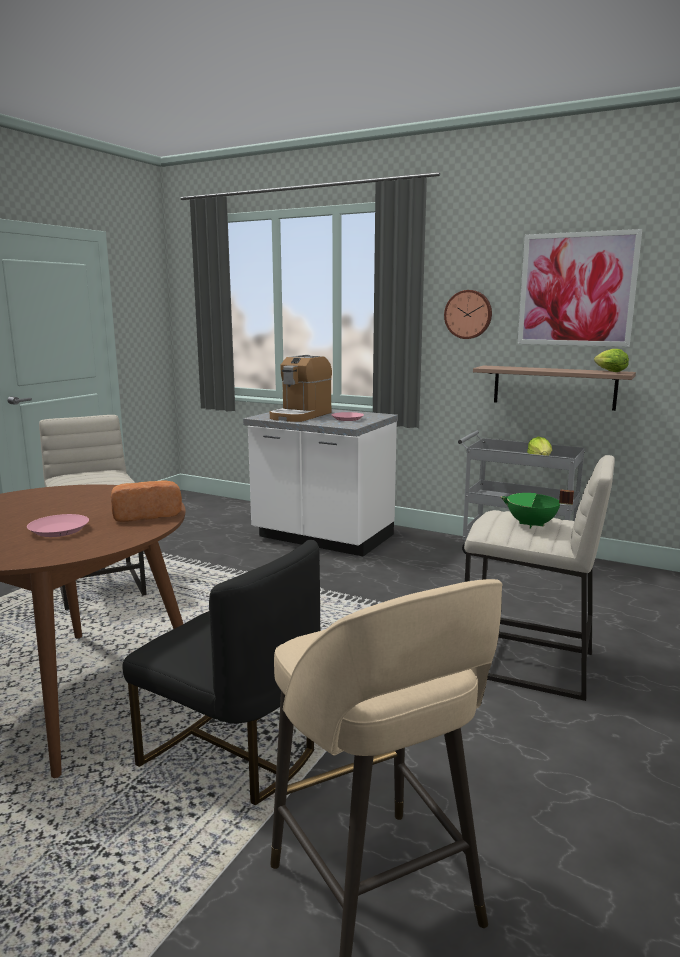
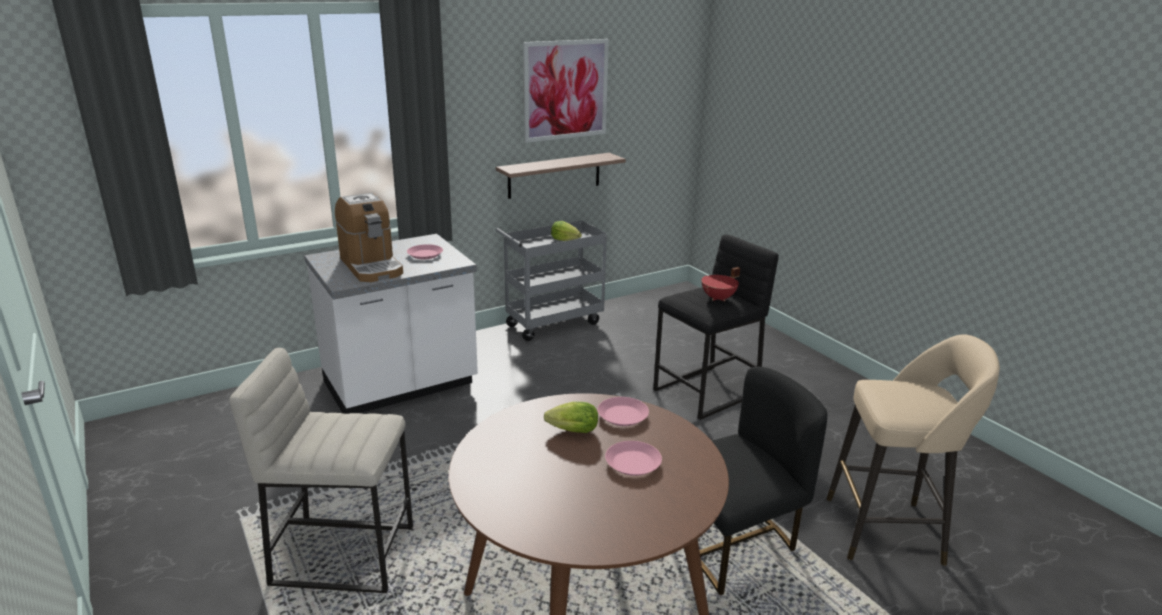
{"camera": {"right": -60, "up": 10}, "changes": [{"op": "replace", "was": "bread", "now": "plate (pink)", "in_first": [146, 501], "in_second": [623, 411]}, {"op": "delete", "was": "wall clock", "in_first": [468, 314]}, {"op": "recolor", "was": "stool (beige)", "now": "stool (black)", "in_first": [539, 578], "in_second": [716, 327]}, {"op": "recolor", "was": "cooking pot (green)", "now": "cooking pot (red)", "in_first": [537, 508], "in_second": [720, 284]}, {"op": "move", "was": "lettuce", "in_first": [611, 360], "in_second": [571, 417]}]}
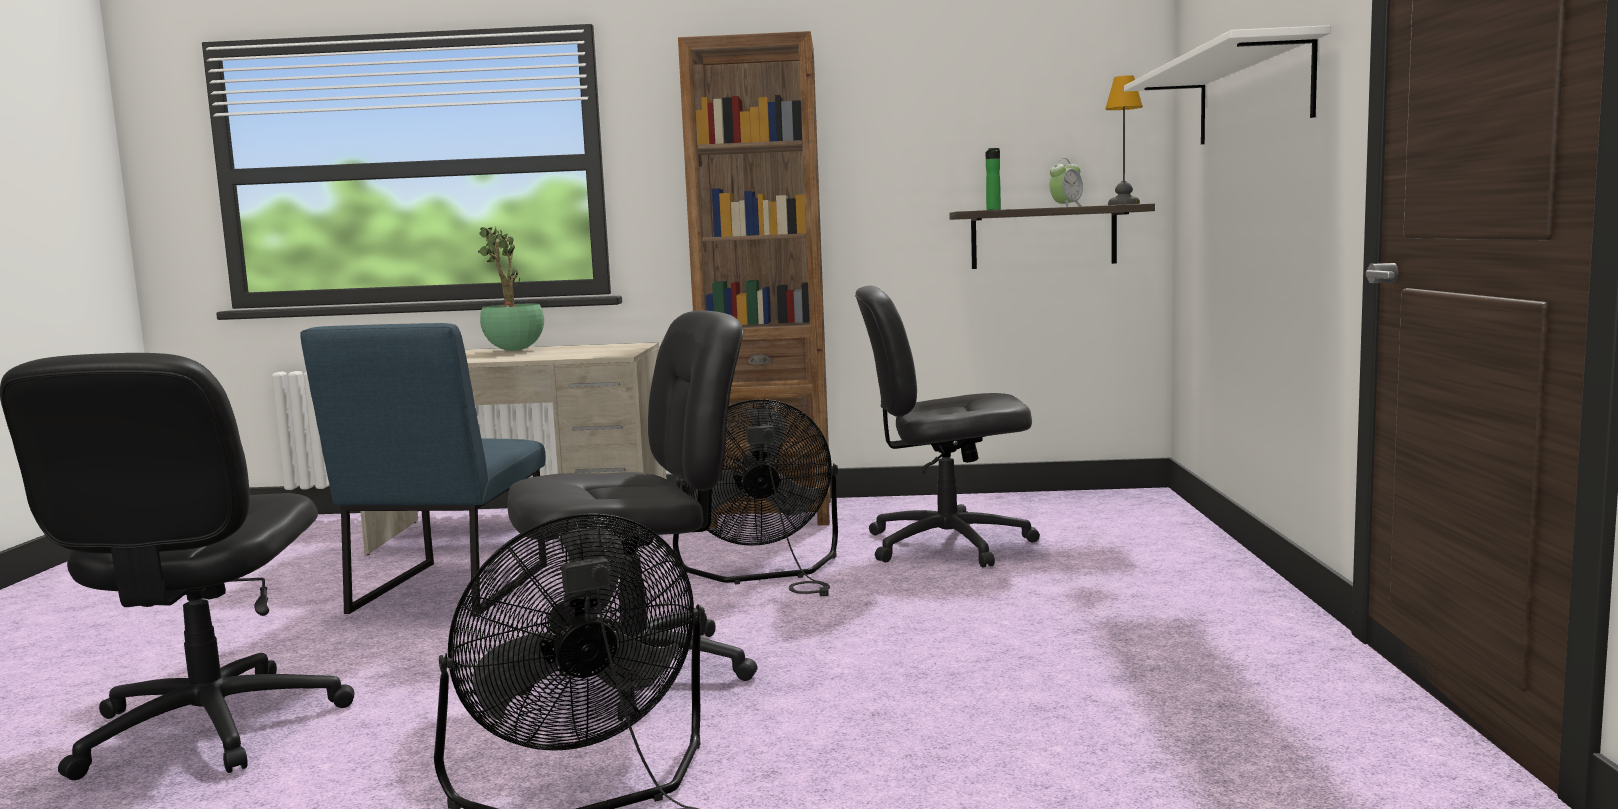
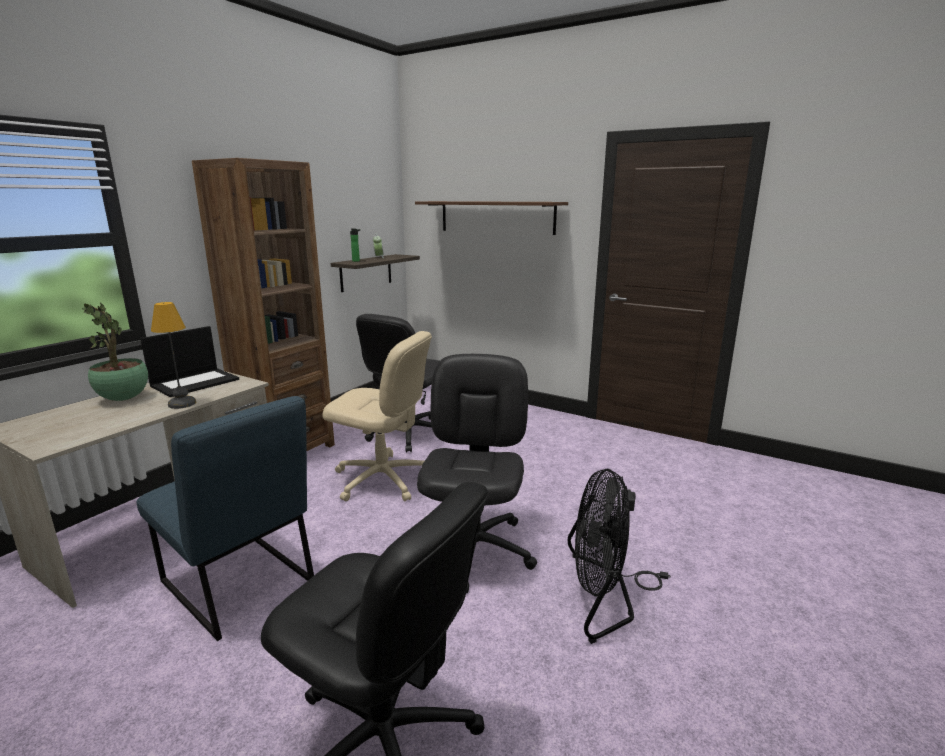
{"camera": {"right": -60, "up": 10}, "changes": [{"op": "replace", "was": "fan (black)", "now": "office chair (beige)", "in_first": [755, 497], "in_second": [377, 416]}, {"op": "move", "was": "table lamp", "in_first": [1124, 140], "in_second": [173, 355]}, {"op": "recolor", "was": "shelf (white)", "now": "shelf (brown)", "in_first": [1227, 85], "in_second": [491, 218]}, {"op": "insert", "now": "laptop", "in_second": [189, 361]}]}
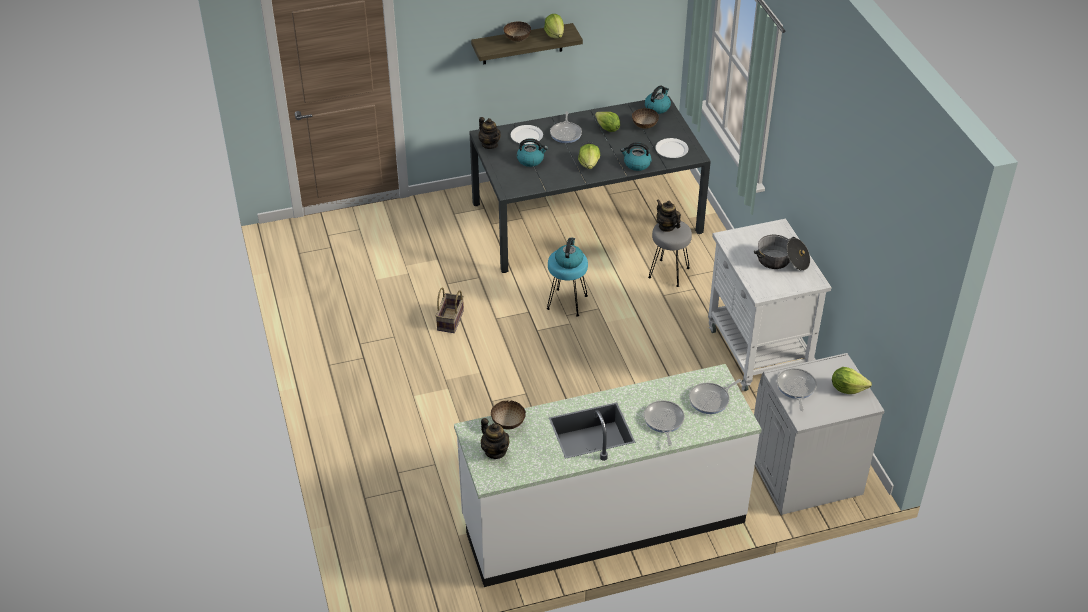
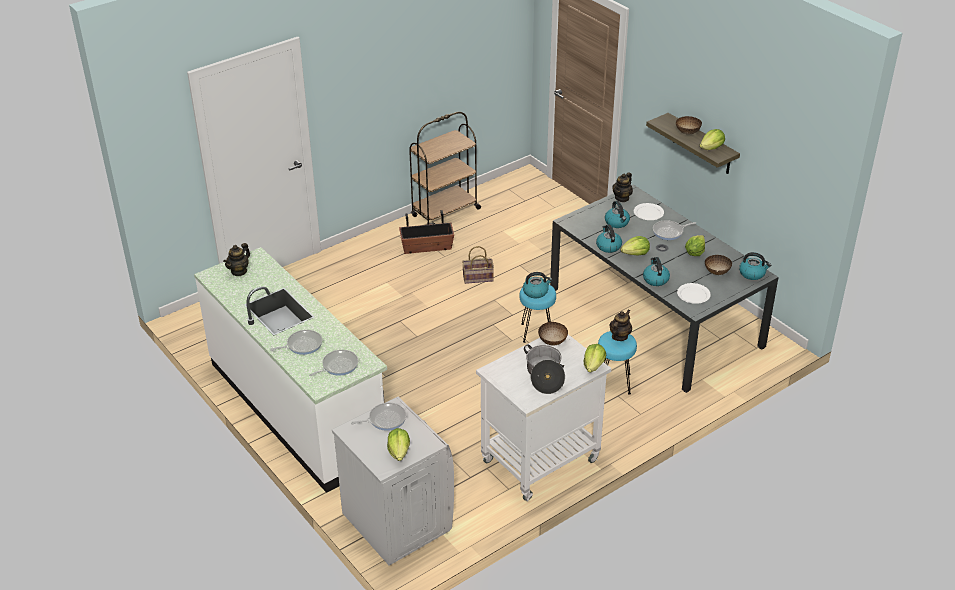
{"camera": {"right": 70, "up": -5}, "changes": [{"op": "move", "was": "bowl", "in_first": [508, 415], "in_second": [553, 333]}, {"op": "recolor", "was": "stool (grey)", "now": "stool (turquoise)", "in_first": [670, 254], "in_second": [617, 362]}, {"op": "rotate", "was": "frying pan", "in_first": [715, 396], "in_second": [333, 363], "clockwise": 105}, {"op": "insert", "now": "planter", "in_second": [426, 232]}, {"op": "insert", "now": "cart (brown)", "in_second": [445, 168]}, {"op": "insert", "now": "lettuce", "in_second": [595, 358]}, {"op": "insert", "now": "kettle", "in_second": [609, 239]}]}
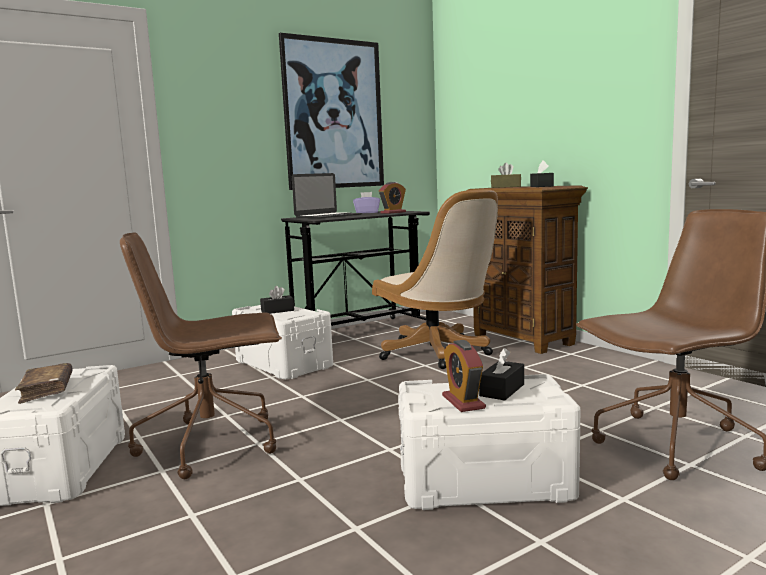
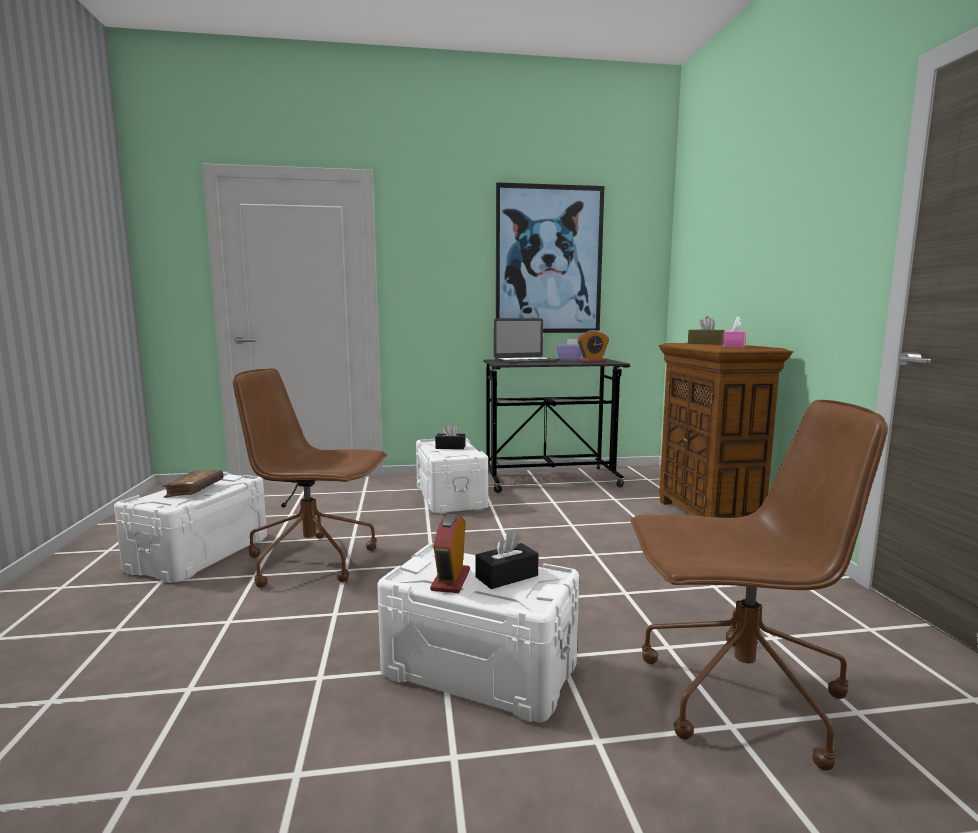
{"camera": {"right": 25, "up": 0}, "changes": [{"op": "delete", "was": "office chair", "in_first": [435, 279]}, {"op": "recolor", "was": "tissue box (black)", "now": "tissue box (pink)", "in_first": [542, 173], "in_second": [734, 332]}]}
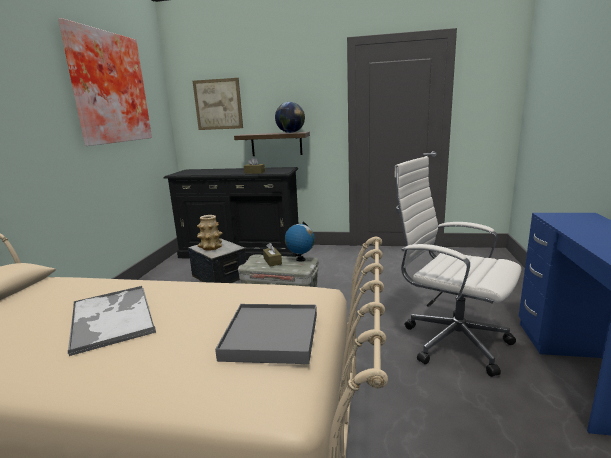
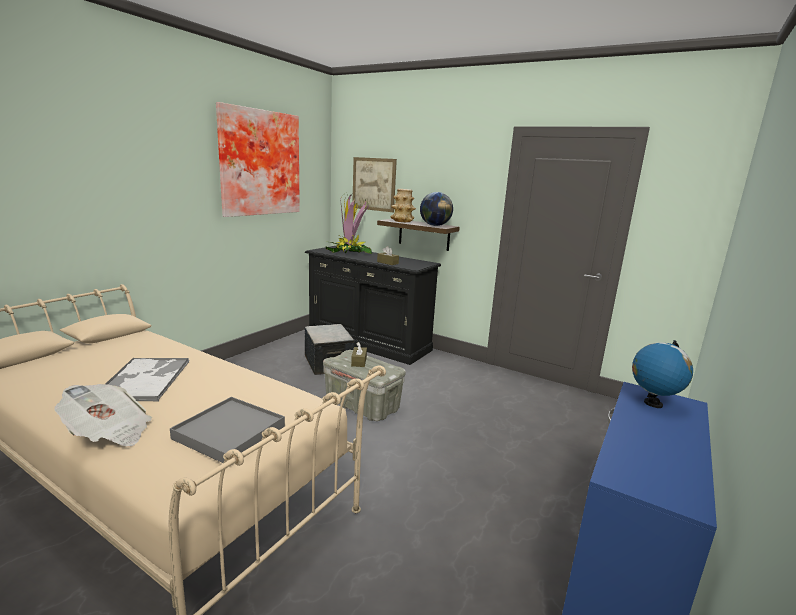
{"camera": {"right": 20, "up": 0}, "changes": [{"op": "move", "was": "vase", "in_first": [210, 233], "in_second": [403, 205]}, {"op": "move", "was": "globe", "in_first": [300, 242], "in_second": [662, 374]}, {"op": "delete", "was": "office chair (white)", "in_first": [458, 266]}, {"op": "insert", "now": "newspaper", "in_second": [103, 415]}, {"op": "insert", "now": "potted plant", "in_second": [348, 224]}]}
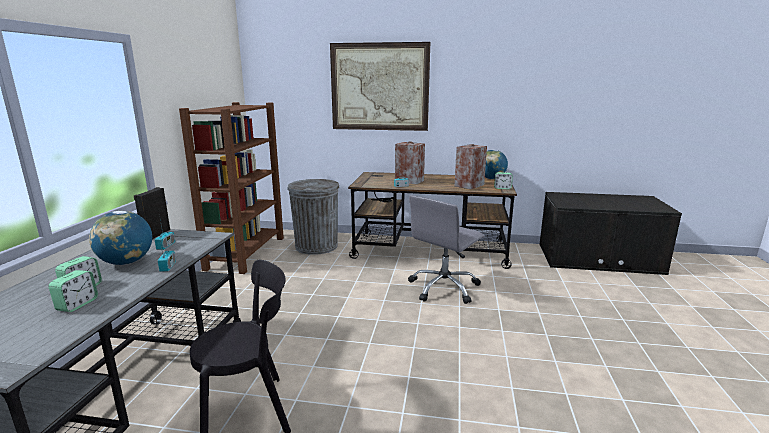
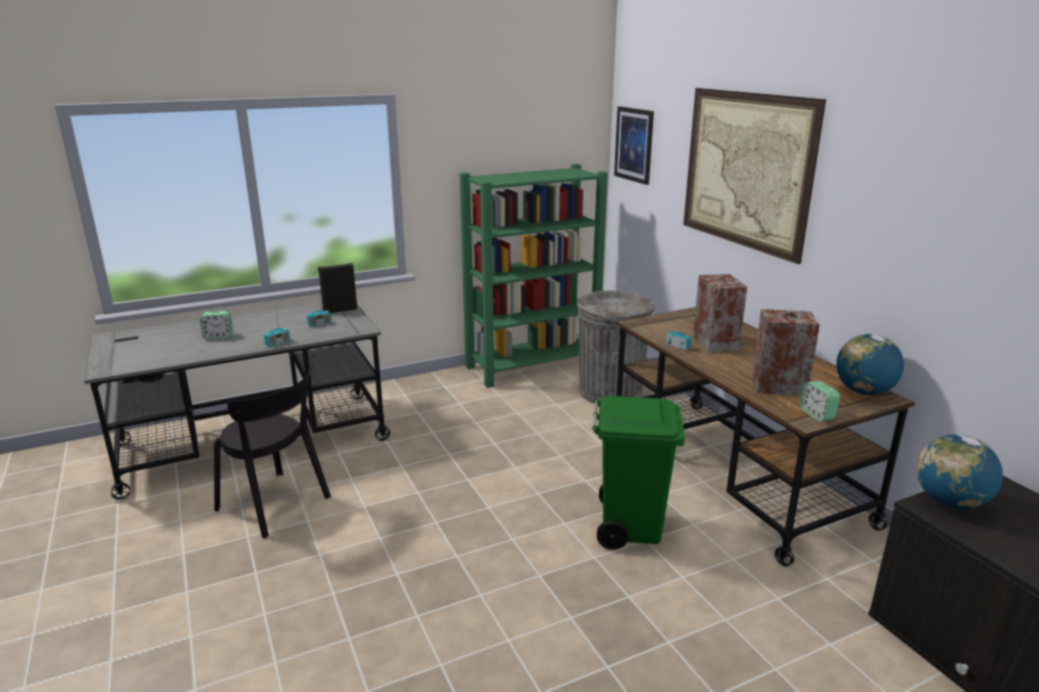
{"camera": {"right": 55, "up": 5}, "changes": [{"op": "delete", "was": "alarm clock", "in_first": [73, 291]}, {"op": "move", "was": "globe", "in_first": [120, 238], "in_second": [960, 471]}, {"op": "recolor", "was": "bookcase (brown)", "now": "bookcase (green)", "in_first": [231, 188], "in_second": [533, 276]}, {"op": "replace", "was": "office chair (grey)", "now": "trash can (green)", "in_first": [446, 249], "in_second": [638, 473]}, {"op": "insert", "now": "picture", "in_second": [634, 145]}]}
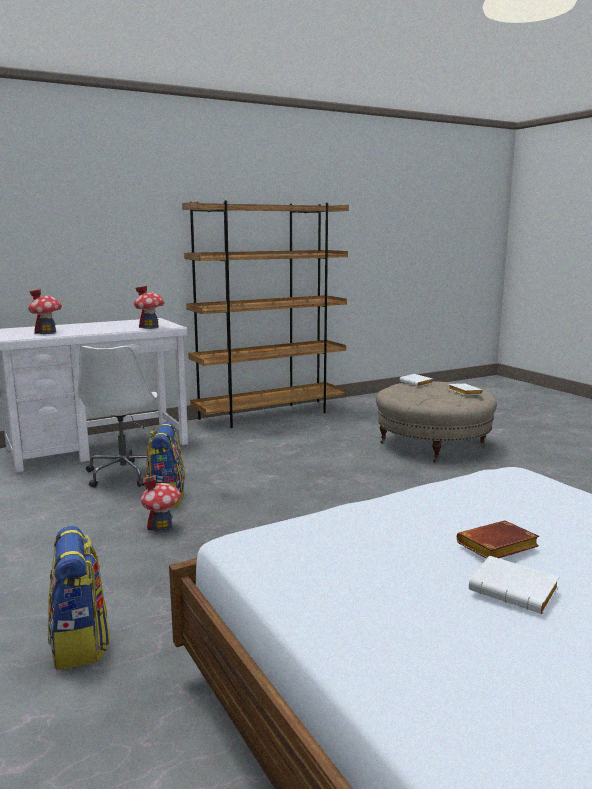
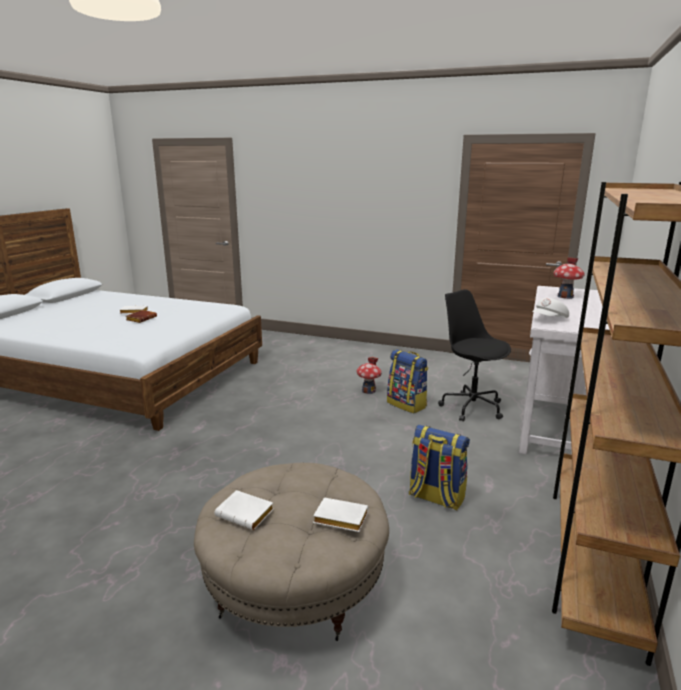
{"camera": {"right": 140, "up": 5}, "changes": [{"op": "move", "was": "backpack", "in_first": [79, 598], "in_second": [439, 468]}, {"op": "recolor", "was": "office chair (white)", "now": "office chair (black)", "in_first": [117, 417], "in_second": [474, 355]}, {"op": "replace", "was": "toy house", "now": "cap (white)", "in_first": [149, 307], "in_second": [550, 308]}]}
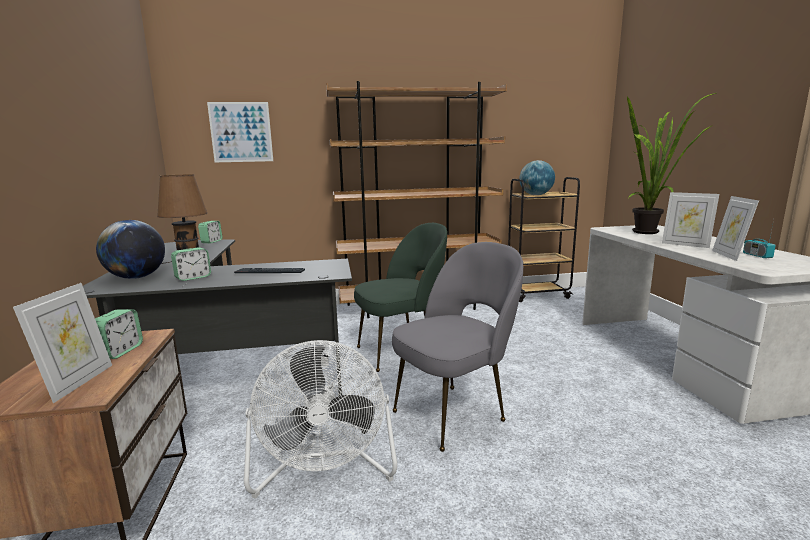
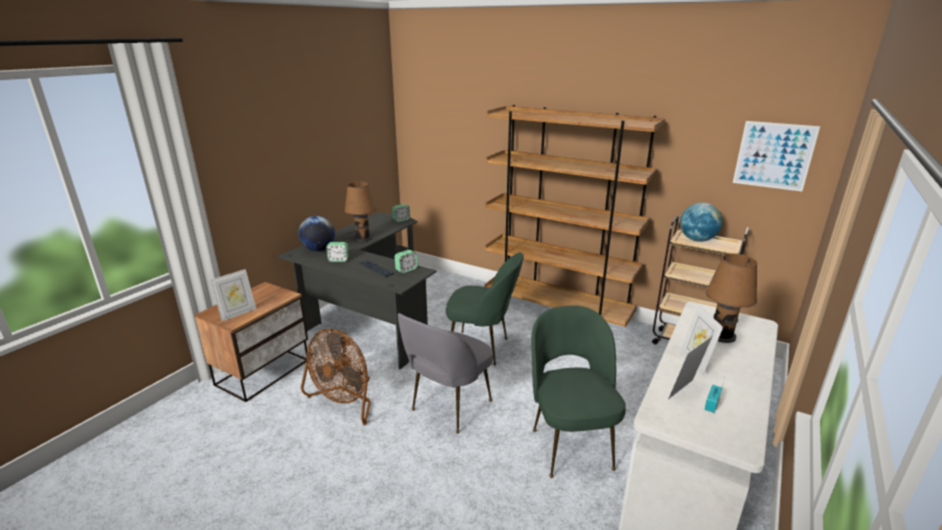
{"camera": {"right": 40, "up": 10}, "changes": [{"op": "move", "was": "alarm clock", "in_first": [119, 334], "in_second": [406, 261]}, {"op": "move", "was": "picture", "in_first": [240, 132], "in_second": [776, 156]}, {"op": "recolor", "was": "fan (white)", "now": "fan (brown)", "in_first": [320, 419], "in_second": [336, 377]}, {"op": "rotate", "was": "chair (grey)", "in_first": [457, 347], "in_second": [445, 373], "clockwise": 120}, {"op": "replace", "was": "potted plant", "now": "table lamp (brown)", "in_first": [671, 163], "in_second": [732, 298]}, {"op": "insert", "now": "chair (green)", "in_second": [578, 392]}]}
